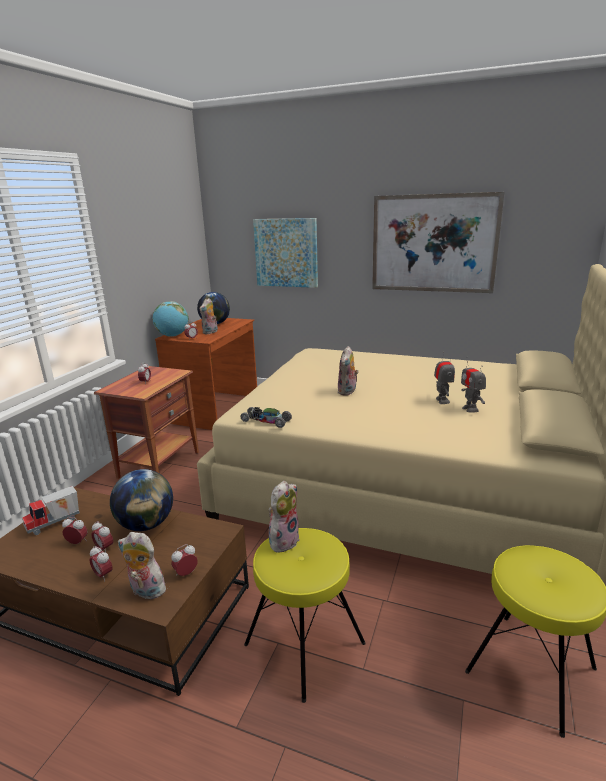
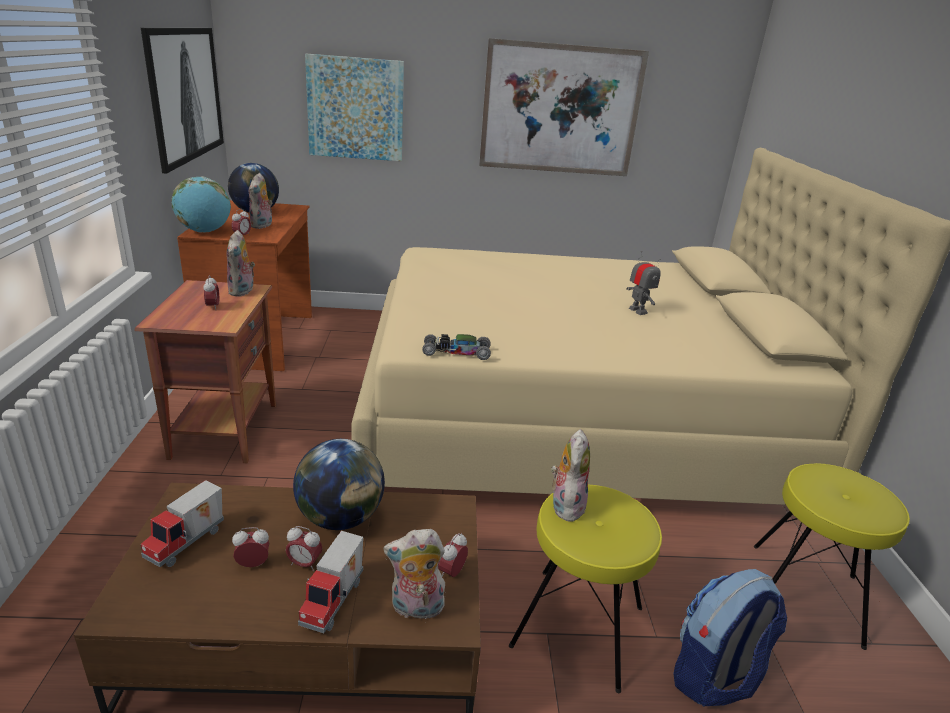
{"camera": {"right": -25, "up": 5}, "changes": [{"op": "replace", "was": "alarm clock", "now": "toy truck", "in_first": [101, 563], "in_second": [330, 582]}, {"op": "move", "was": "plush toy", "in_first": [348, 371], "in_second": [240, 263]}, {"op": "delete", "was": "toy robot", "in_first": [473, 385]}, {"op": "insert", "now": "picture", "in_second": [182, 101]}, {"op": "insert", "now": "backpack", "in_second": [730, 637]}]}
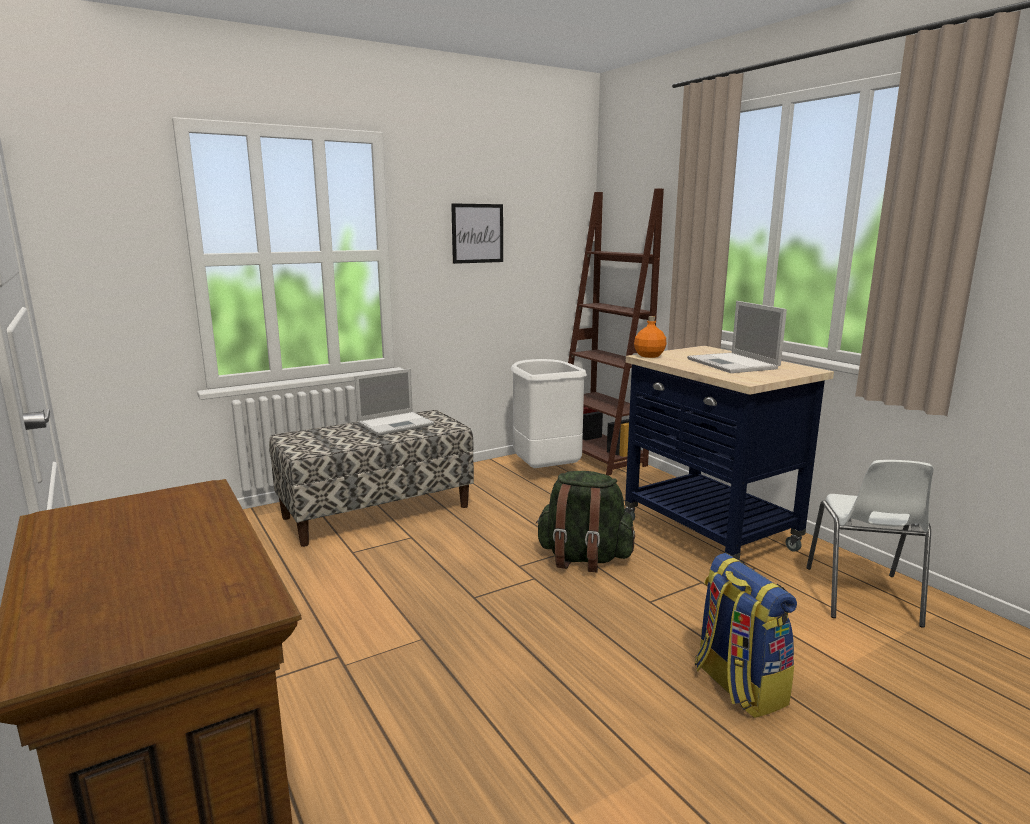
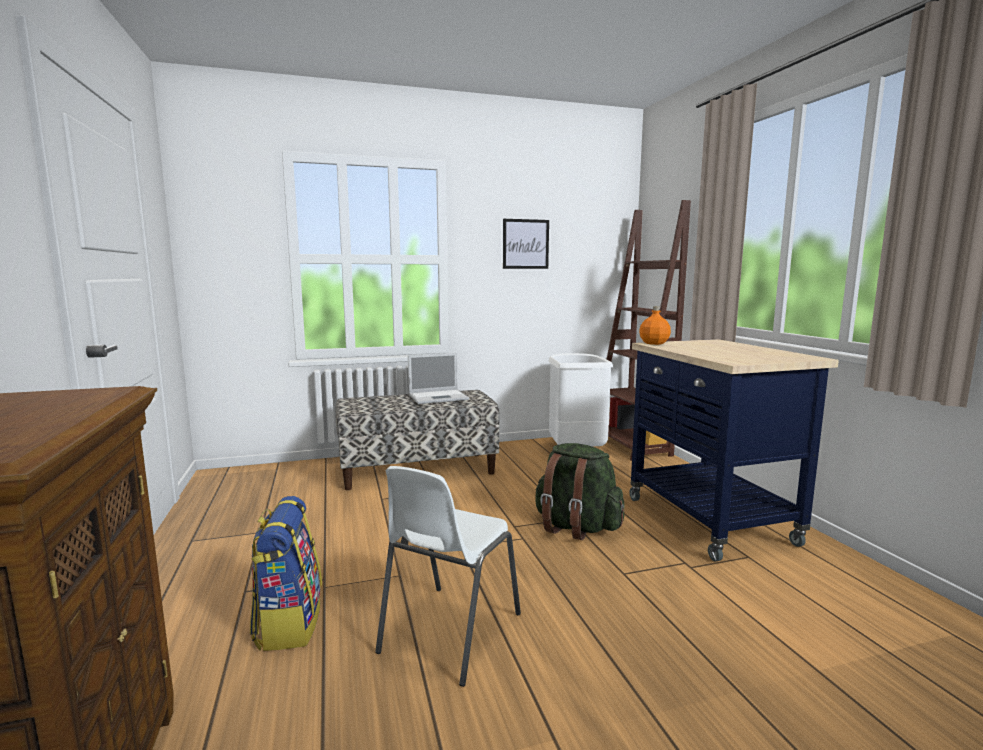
{"camera": {"right": 15, "up": -5}, "changes": [{"op": "delete", "was": "laptop", "in_first": [737, 337]}, {"op": "move", "was": "backpack", "in_first": [746, 635], "in_second": [286, 573]}, {"op": "move", "was": "chair (white)", "in_first": [870, 544], "in_second": [448, 576]}]}
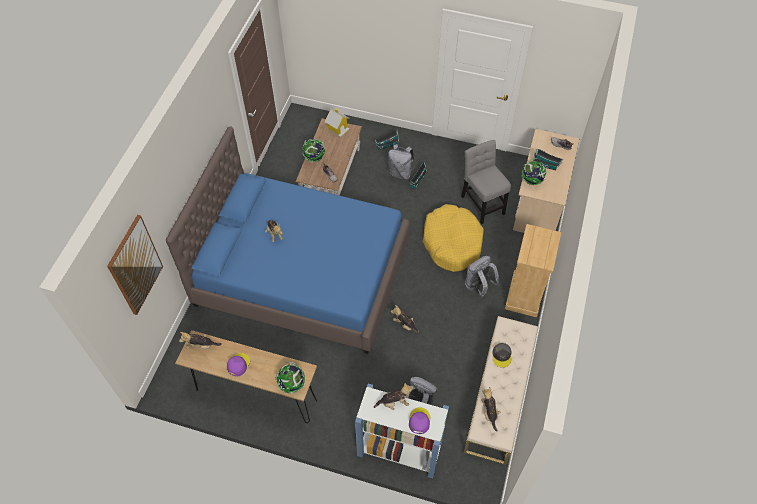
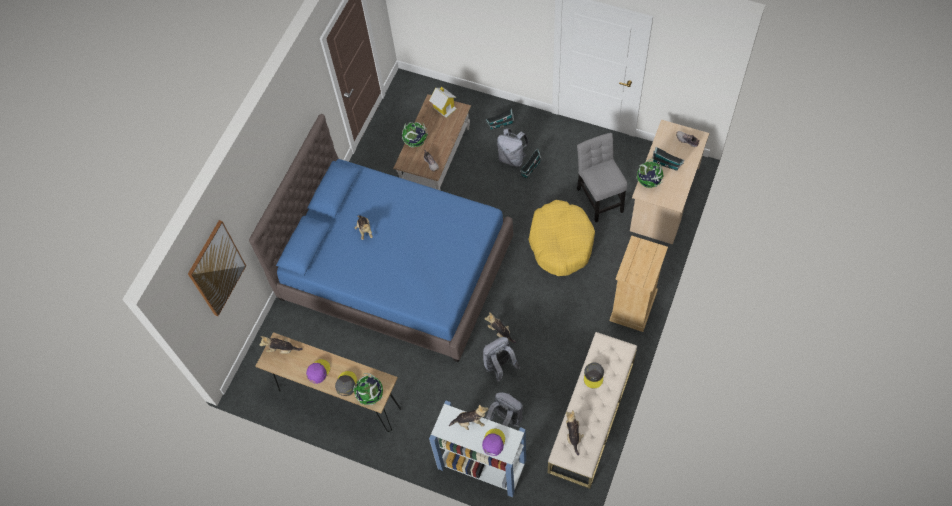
{"camera": {"right": 10, "up": 5}, "changes": [{"op": "move", "was": "backpack (grey)", "in_first": [482, 276], "in_second": [501, 359]}, {"op": "insert", "now": "cap (grey)", "in_second": [346, 383]}]}
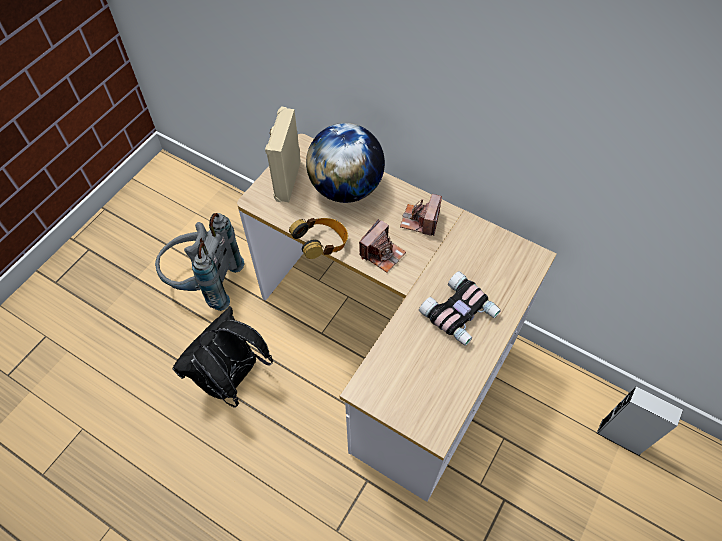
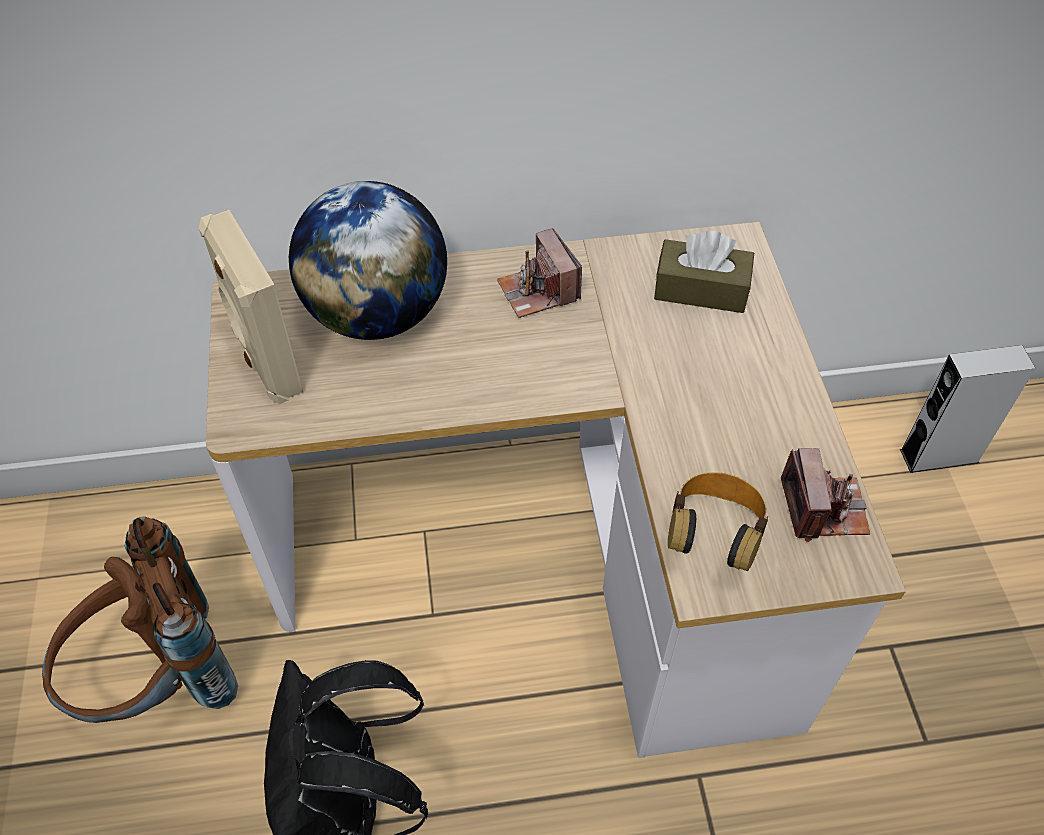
{"camera": {"right": -40, "up": -5}, "changes": [{"op": "recolor", "was": "backpack (grey)", "now": "backpack (brown)", "in_first": [200, 262], "in_second": [140, 619]}, {"op": "move", "was": "headphones", "in_first": [318, 238], "in_second": [718, 521]}, {"op": "move", "was": "photo camera", "in_first": [382, 246], "in_second": [825, 495]}, {"op": "delete", "was": "binoculars", "in_first": [460, 308]}, {"op": "insert", "now": "tissue box (brown)", "in_second": [704, 272]}]}
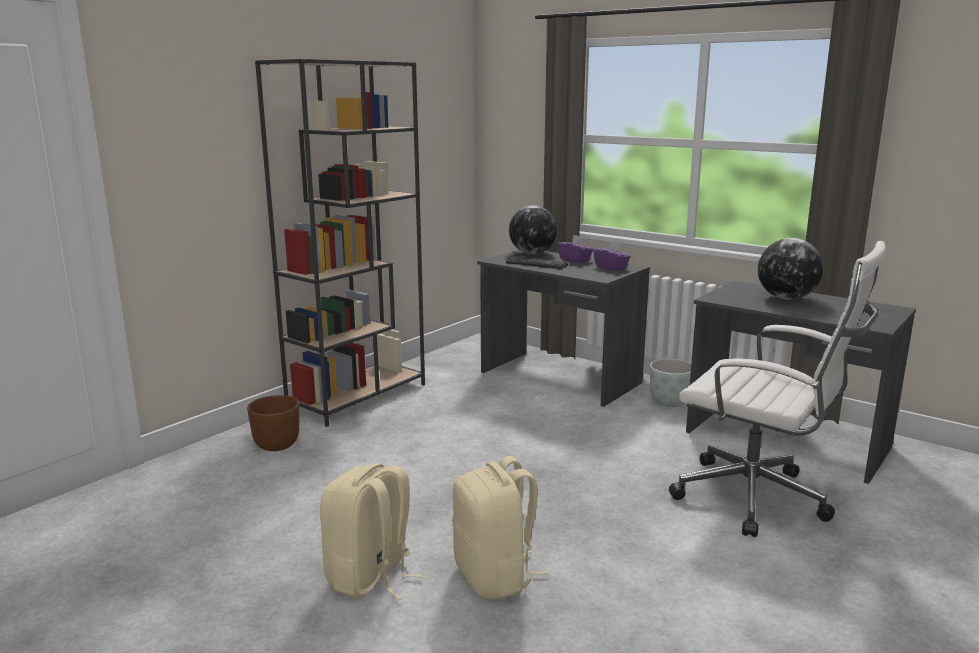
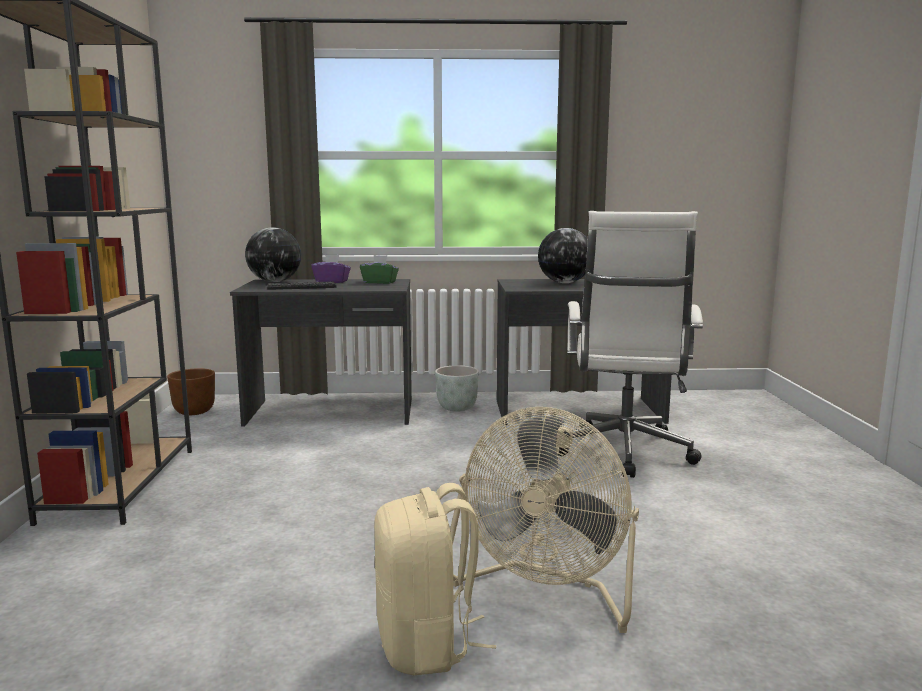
{"camera": {"right": -40, "up": -5}, "changes": [{"op": "move", "was": "planter (brown)", "in_first": [273, 423], "in_second": [191, 391]}, {"op": "replace", "was": "backpack (beige)", "now": "fan (beige)", "in_first": [500, 528], "in_second": [544, 520]}, {"op": "recolor", "was": "tissue box (purple)", "now": "tissue box (green)", "in_first": [611, 256], "in_second": [379, 269]}, {"op": "rotate", "was": "office chair (white)", "in_first": [777, 389], "in_second": [630, 344], "clockwise": 105}]}
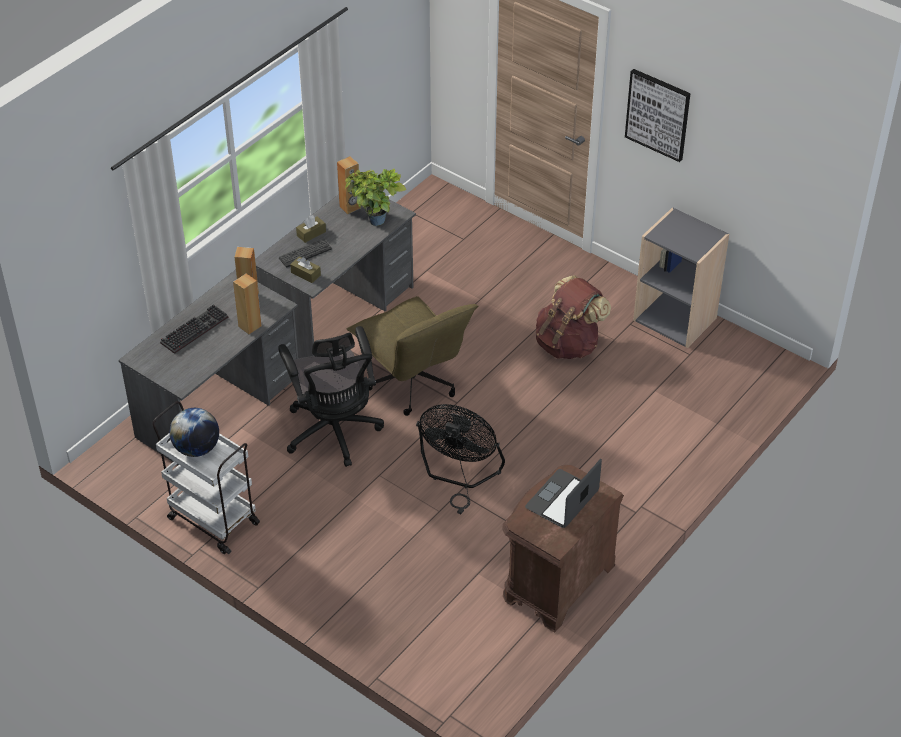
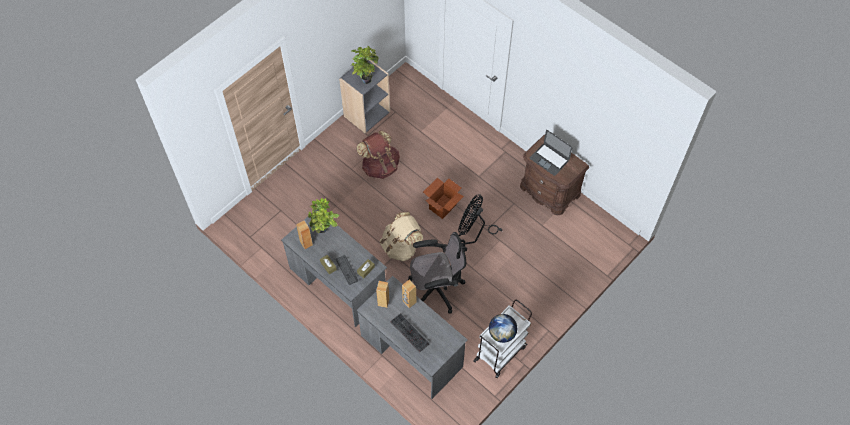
{"camera": {"right": -85, "up": 15}, "changes": [{"op": "replace", "was": "office chair (beige)", "now": "backpack (beige)", "in_first": [412, 356], "in_second": [401, 237]}, {"op": "delete", "was": "picture", "in_first": [658, 115]}, {"op": "insert", "now": "potted plant", "in_second": [365, 65]}, {"op": "insert", "now": "cardboard box", "in_second": [443, 198]}]}
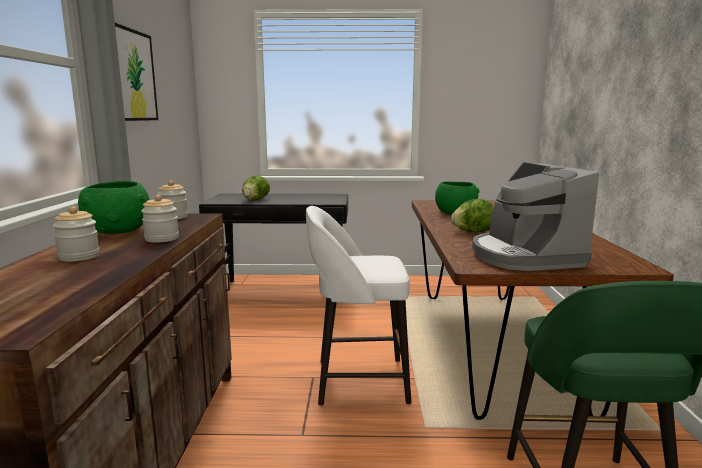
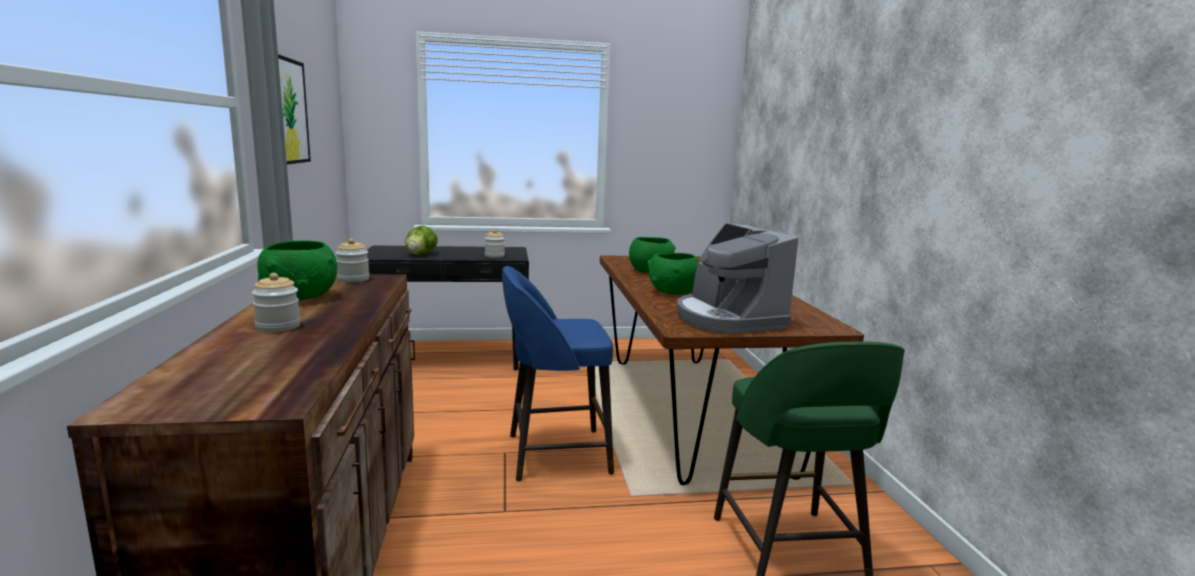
{"camera": {"right": -10, "up": 0}, "changes": [{"op": "move", "was": "jar", "in_first": [160, 219], "in_second": [495, 243]}, {"op": "recolor", "was": "stool (white)", "now": "stool (blue)", "in_first": [358, 306], "in_second": [558, 373]}, {"op": "replace", "was": "lettuce", "now": "bowl (green)", "in_first": [472, 215], "in_second": [673, 273]}]}
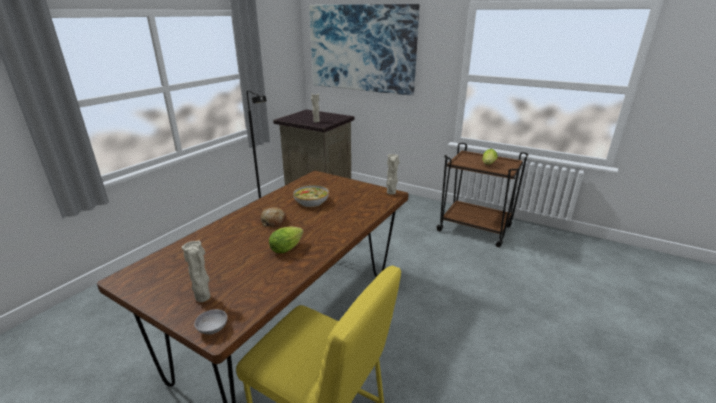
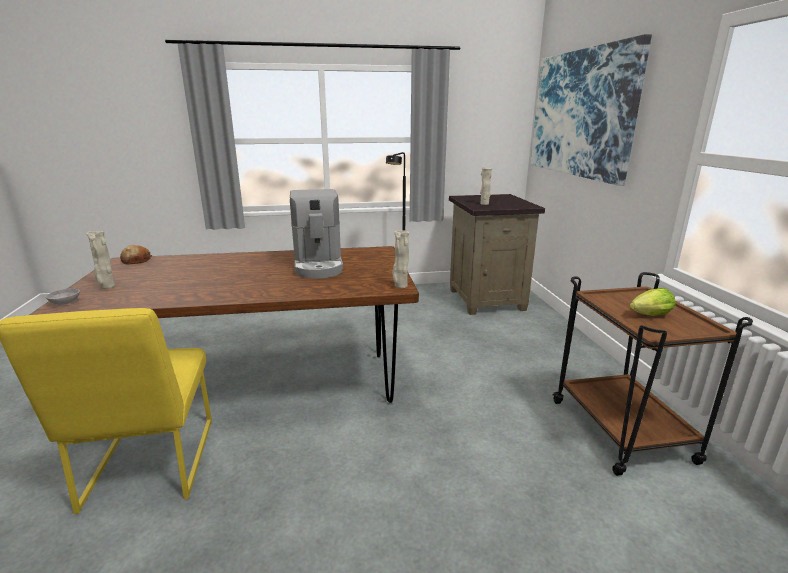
{"camera": {"right": 50, "up": -5}, "changes": [{"op": "move", "was": "bread", "in_first": [273, 217], "in_second": [136, 254]}, {"op": "delete", "was": "lettuce", "in_first": [286, 239]}, {"op": "replace", "was": "bowl", "now": "coffee machine", "in_first": [311, 196], "in_second": [316, 234]}]}
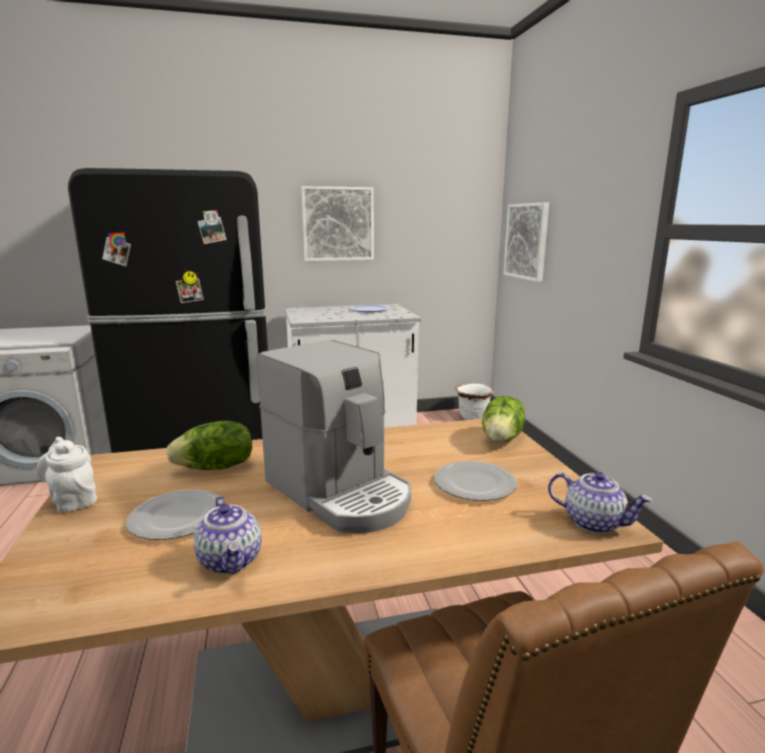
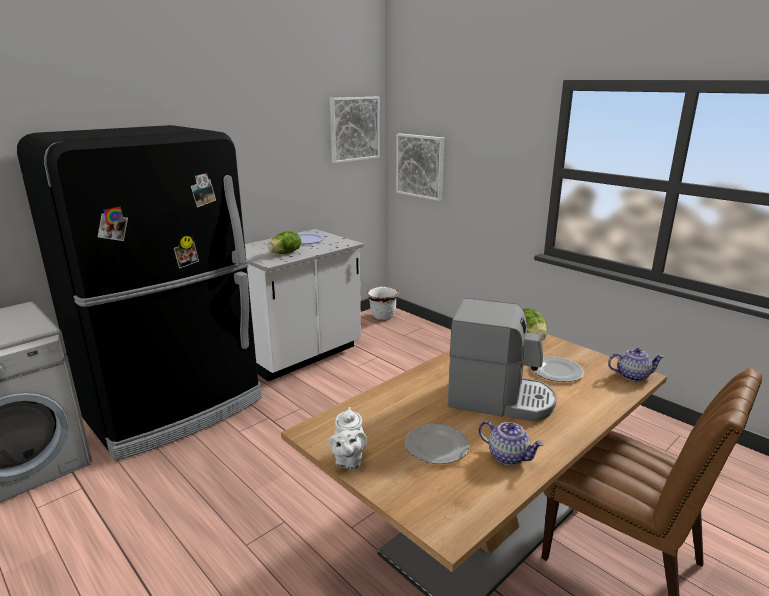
{"camera": {"right": -30, "up": 5}, "changes": [{"op": "rotate", "was": "teapot (white)", "in_first": [66, 475], "in_second": [348, 438], "clockwise": -105}, {"op": "move", "was": "lettuce", "in_first": [209, 445], "in_second": [284, 242]}, {"op": "move", "was": "picture", "in_first": [337, 223], "in_second": [355, 130]}]}
